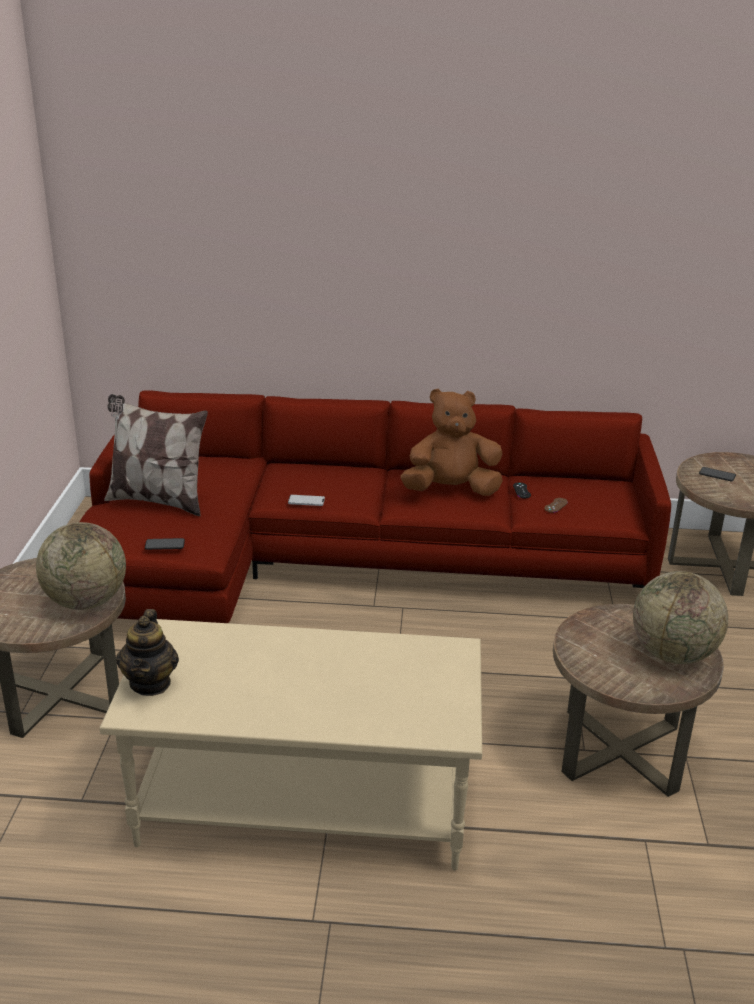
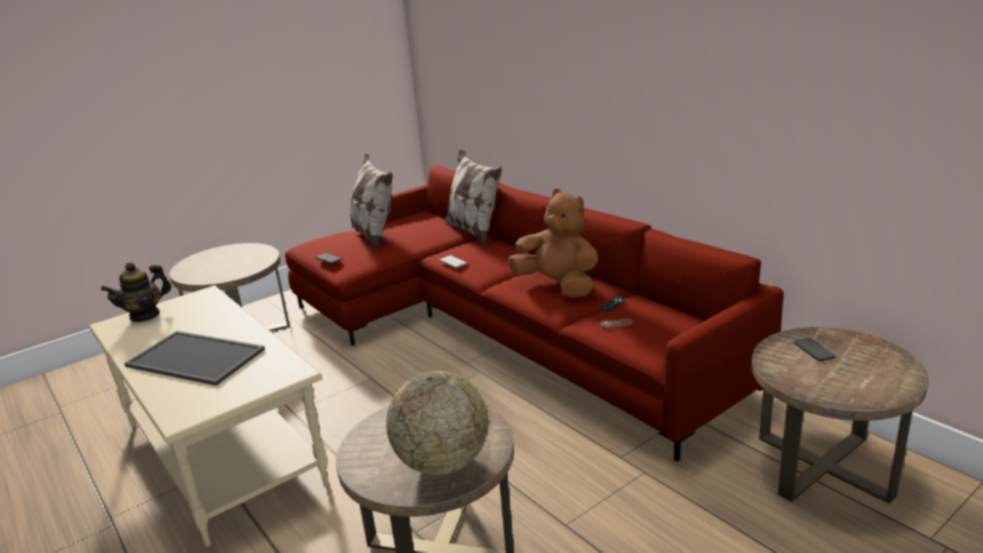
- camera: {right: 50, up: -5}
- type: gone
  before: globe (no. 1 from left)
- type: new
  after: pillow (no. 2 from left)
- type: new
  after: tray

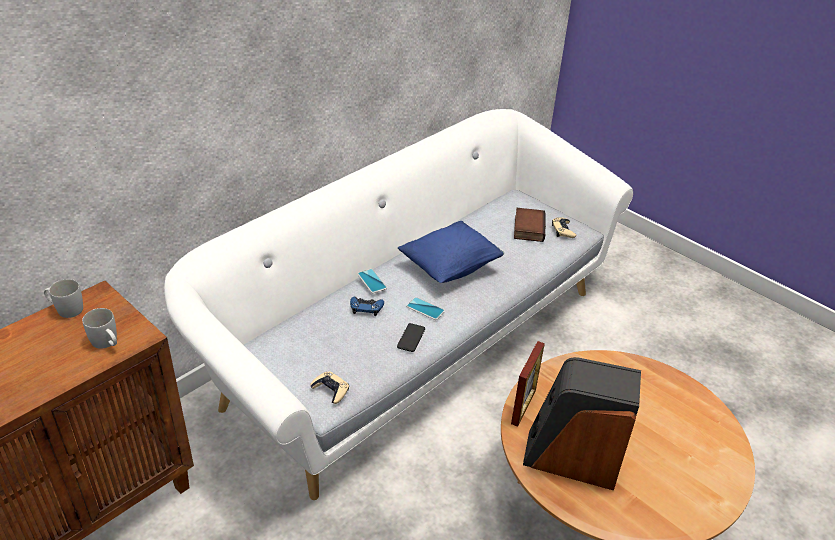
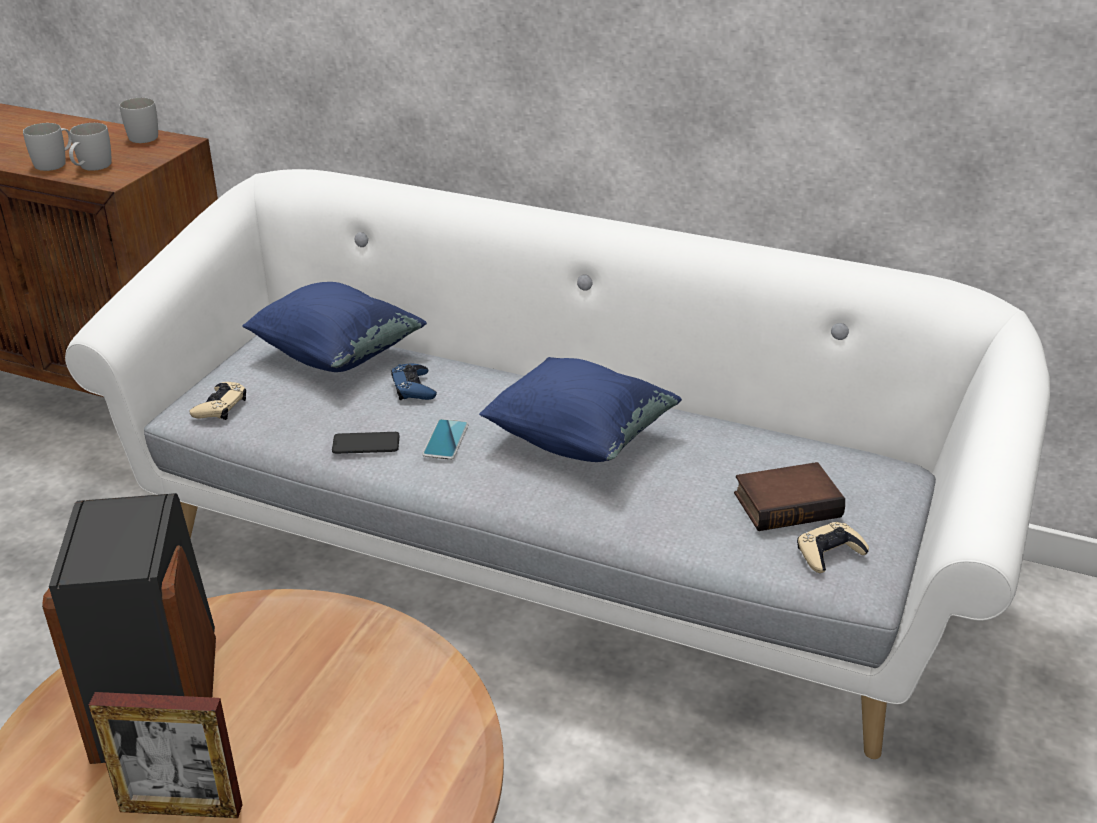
- camera: {right: 70, up: -5}
- type: gone
  before: phone (no. 1 from left)
- type: shifted
  before: picture frame
- type: new
  after: white mug (no. 1 from left)
- type: new
  after: blue pillow (no. 1 from left)

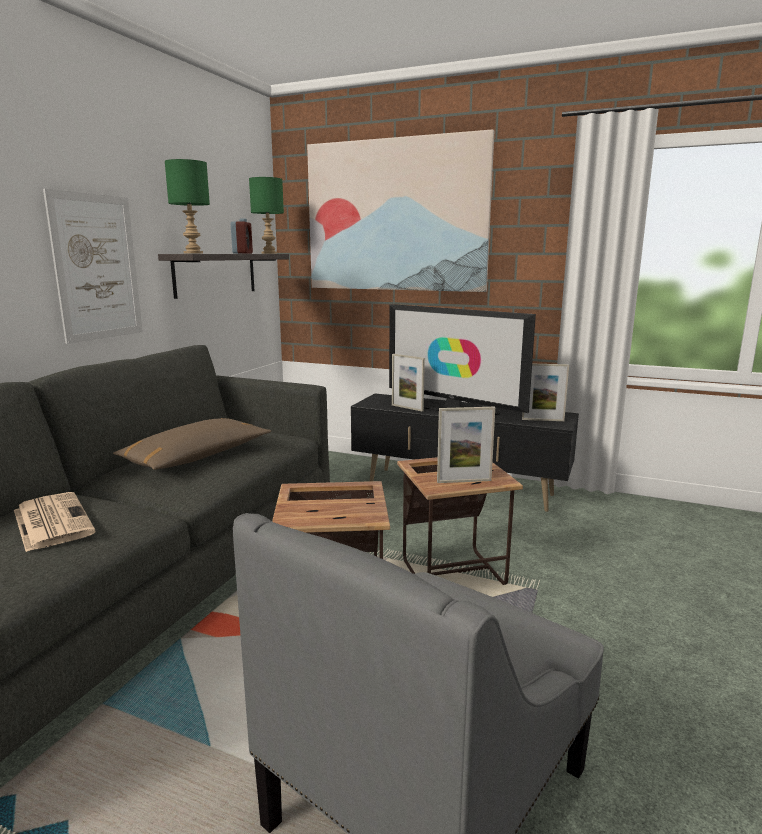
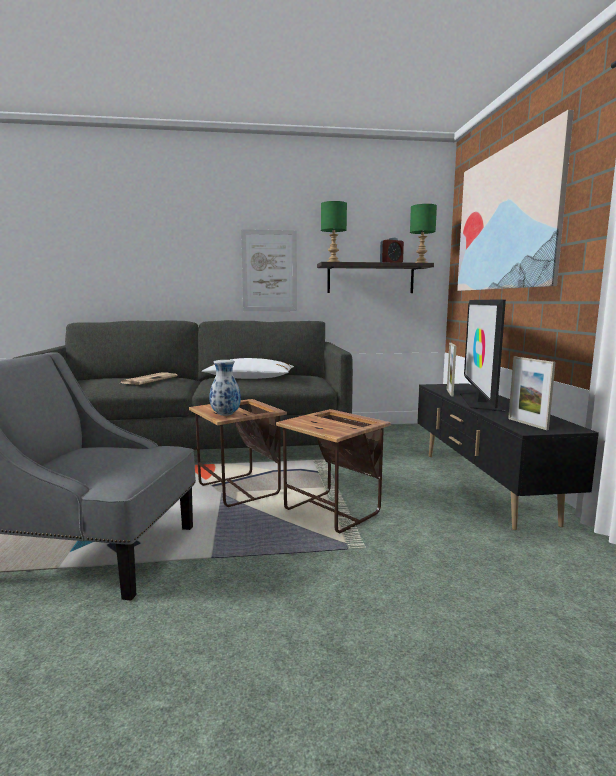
- camera: {right: 60, up: -5}
- type: gone
  before: picture frame (no. 2 from left)
- type: repainted
  before: brown pillow
  after: white pillow
- type: new
  after: vase

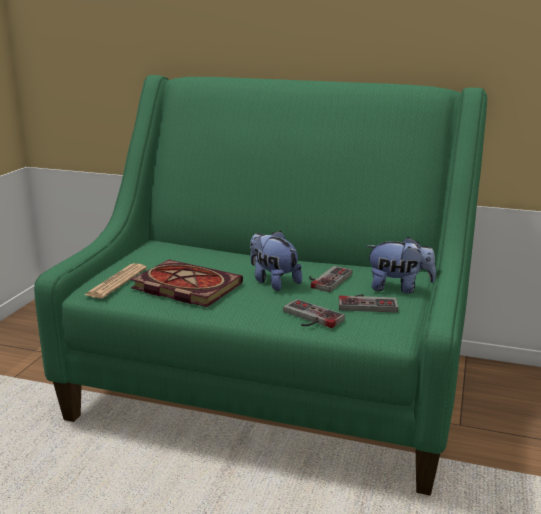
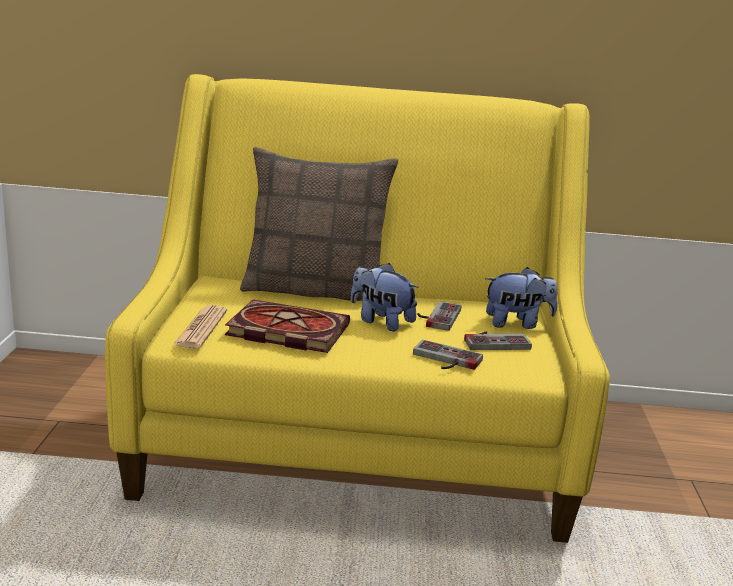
- camera: {right: -15, up: 0}
- type: repainted
  before: green sofa
  after: yellow sofa
- type: new
  after: pillow

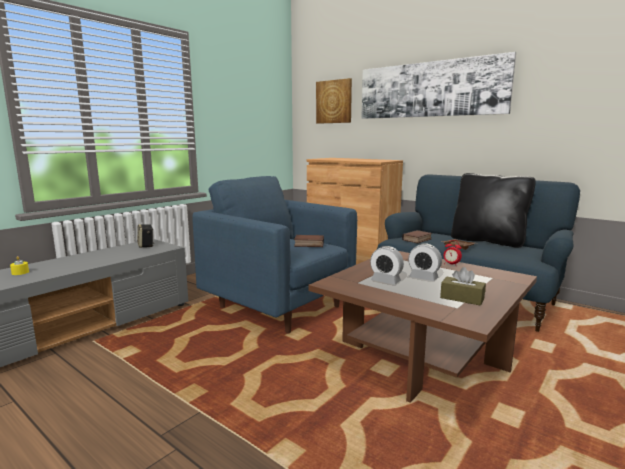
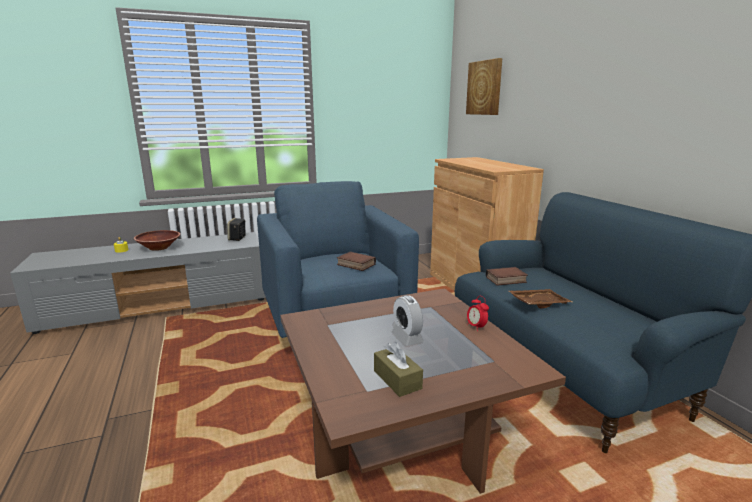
- camera: {right: 30, up: 5}
- type: gone
  before: picture (no. 2 from left)
- type: gone
  before: black pillow
- type: gone
  before: alarm clock (no. 1 from left)
- type: new
  after: brown bowl

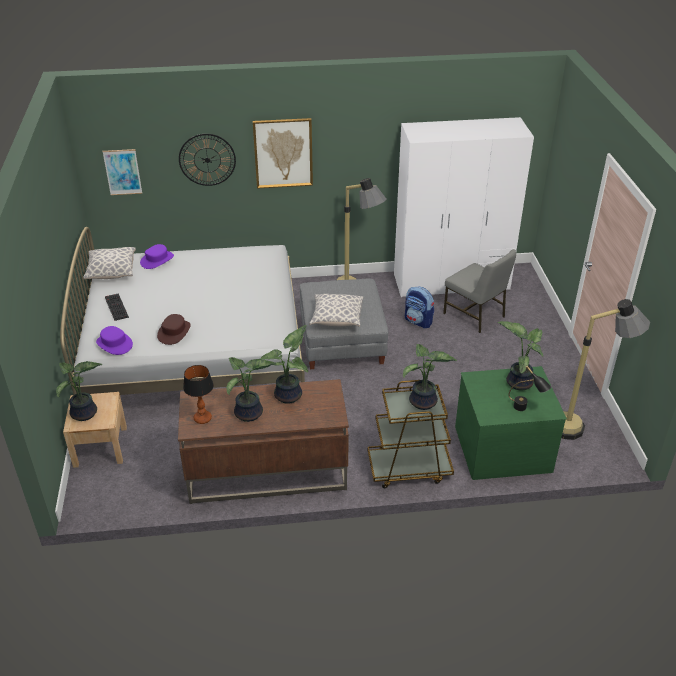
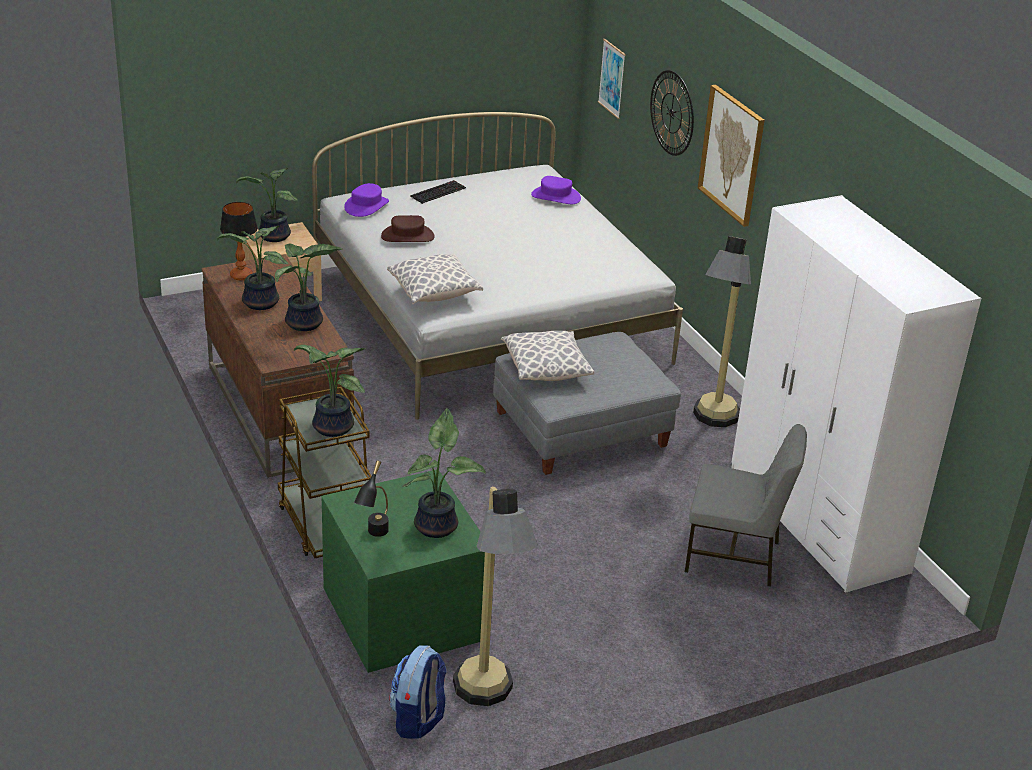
- camera: {right: 70, up: -5}
- type: shifted
  before: pillow (no. 1 from left)
- type: rotated
  before: grey chair
  turn: -105
- type: shifted
  before: backpack

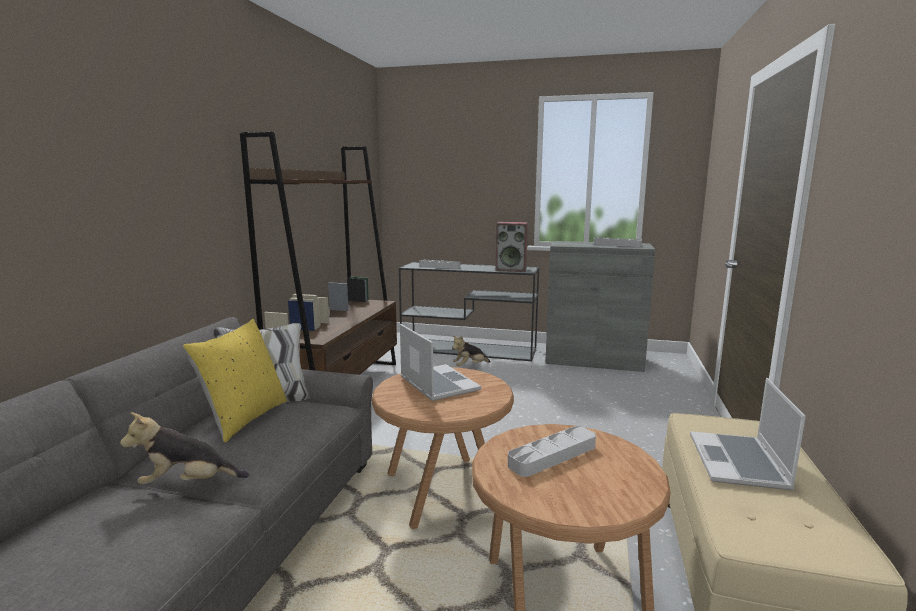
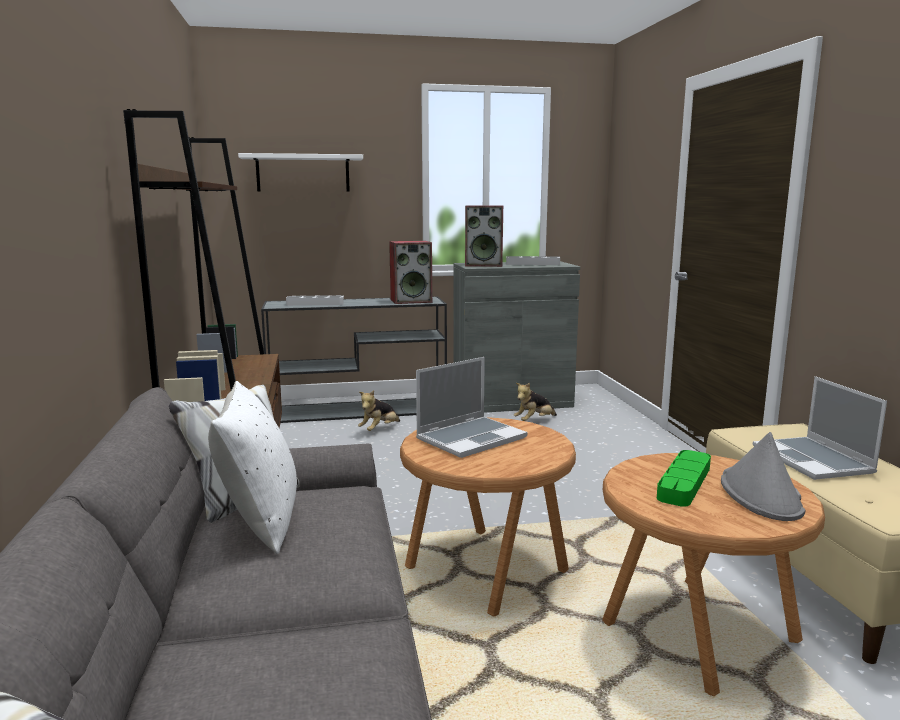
- camera: {right: -25, up: 0}
- type: repainted
  before: yellow pillow
  after: white pillow
- type: rotated
  before: laptop (no. 1 from left)
  turn: 105
- type: shifted
  before: plush toy (no. 1 from left in the first image)
  after: plush toy (no. 2 from left)
- type: repainted
  before: grey tray (no. 2 from left)
  after: green tray
- type: new
  after: white shelf
- type: new
  after: speaker (no. 2 from left)
- type: new
  after: grey hat

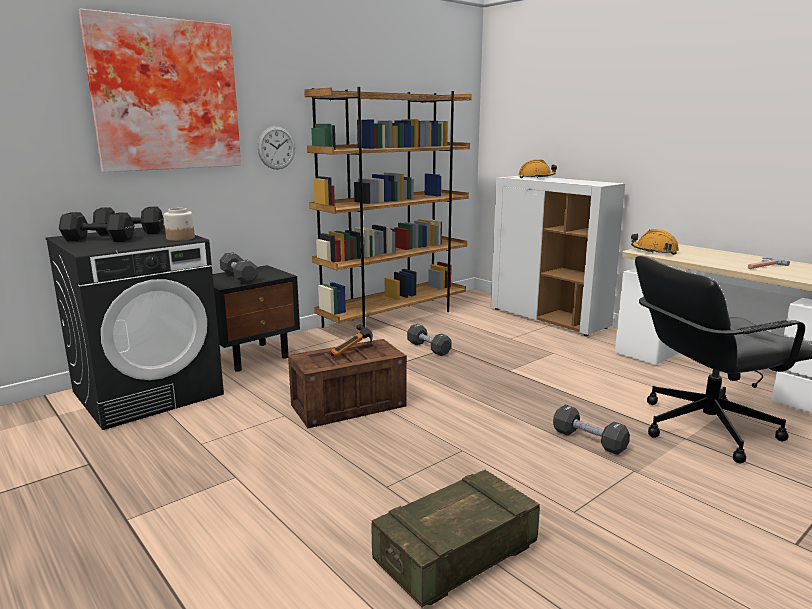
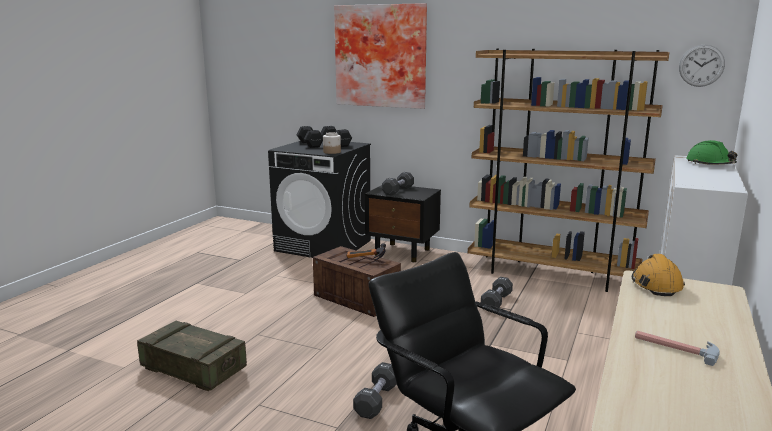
- camera: {right: 65, up: 0}
- type: shifted
  before: wall clock
- type: repainted
  before: orange hard hat (no. 1 from left)
  after: green hard hat

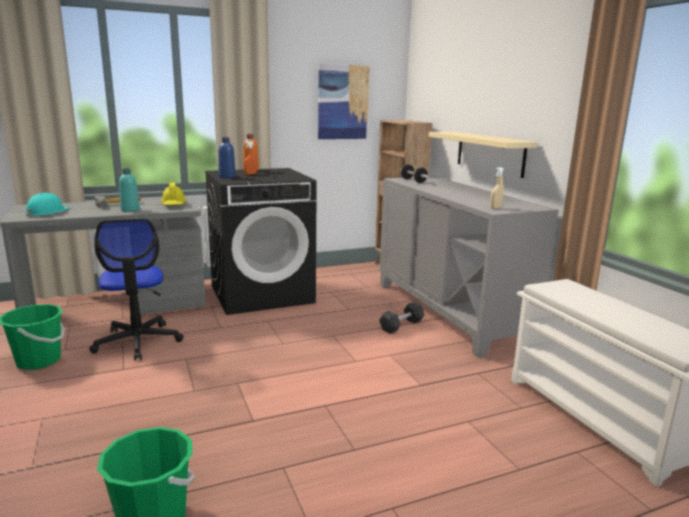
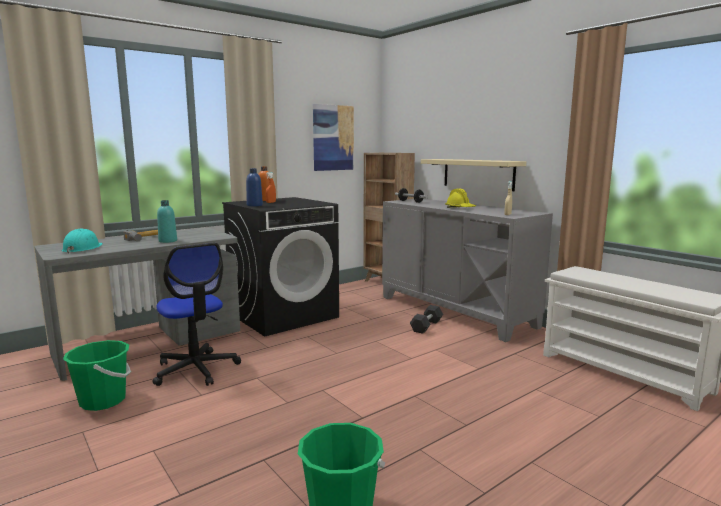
- camera: {right: -15, up: -5}
- type: shifted
  before: yellow hard hat

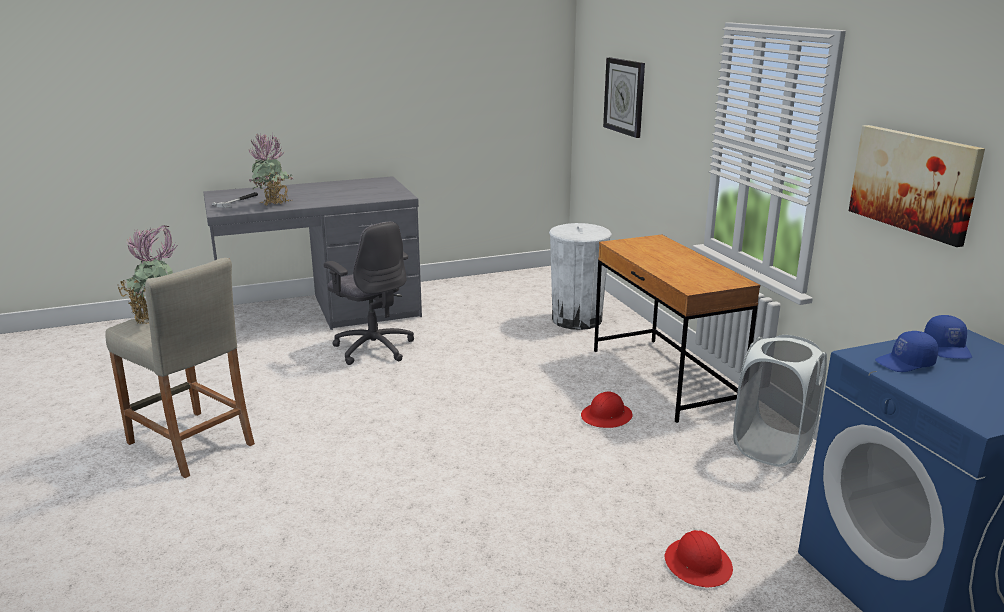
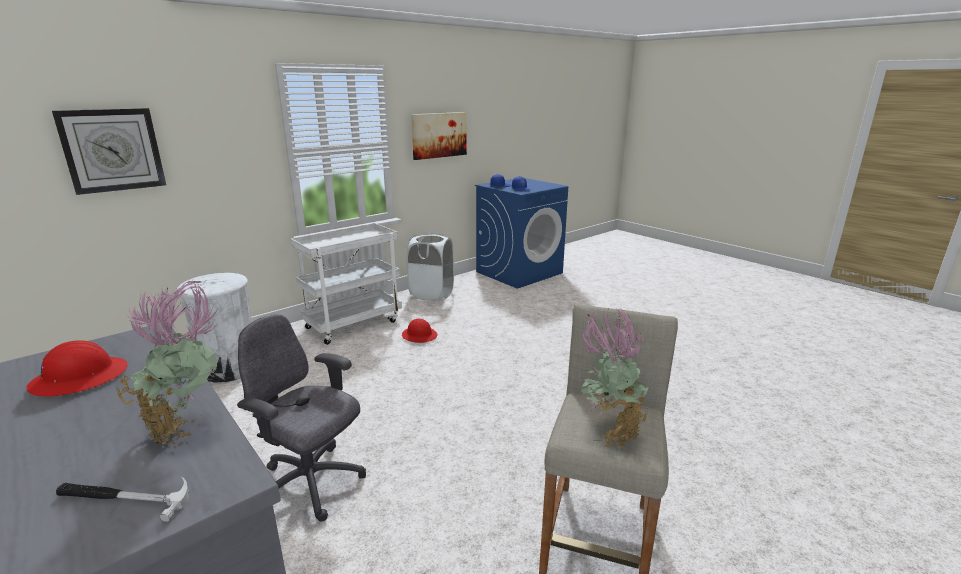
- camera: {right: -110, up: 0}
- type: rotated
  before: grey office chair
  turn: -90
- type: swapped
  before: brown desk
  after: white cart
- type: shifted
  before: red hard hat (no. 2 from left in the first image)
  after: red hard hat (no. 1 from left)

